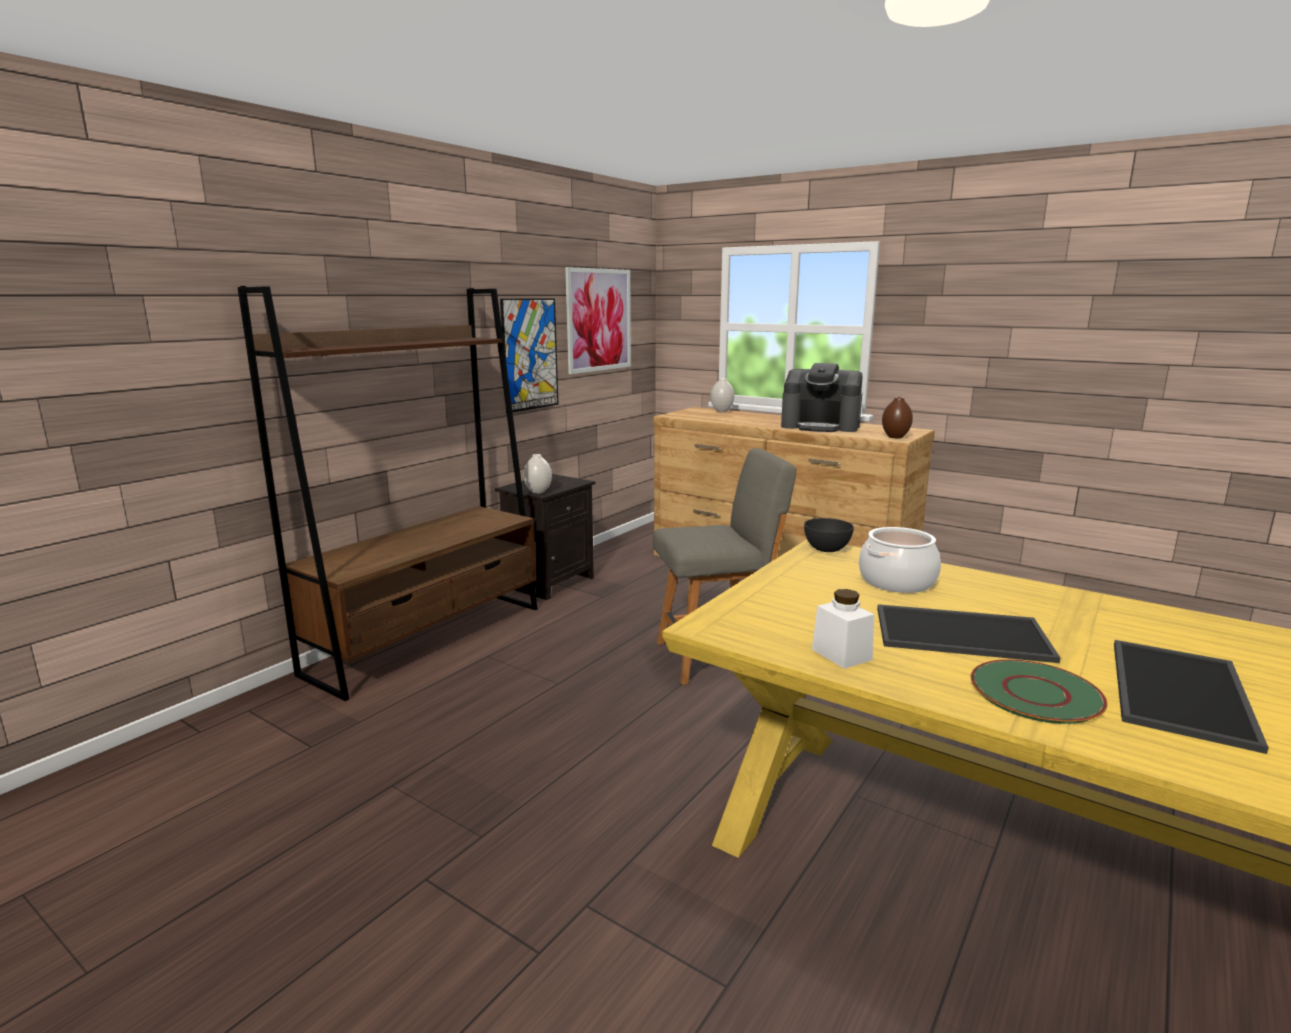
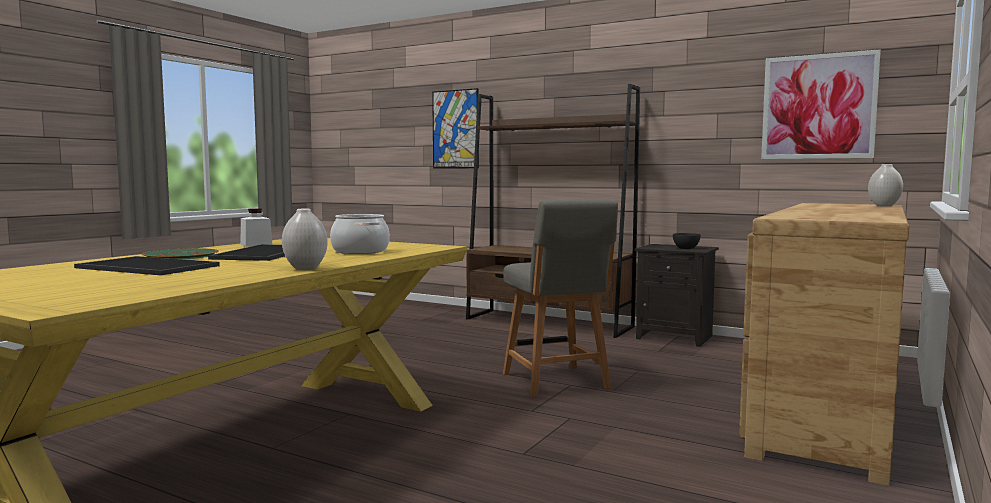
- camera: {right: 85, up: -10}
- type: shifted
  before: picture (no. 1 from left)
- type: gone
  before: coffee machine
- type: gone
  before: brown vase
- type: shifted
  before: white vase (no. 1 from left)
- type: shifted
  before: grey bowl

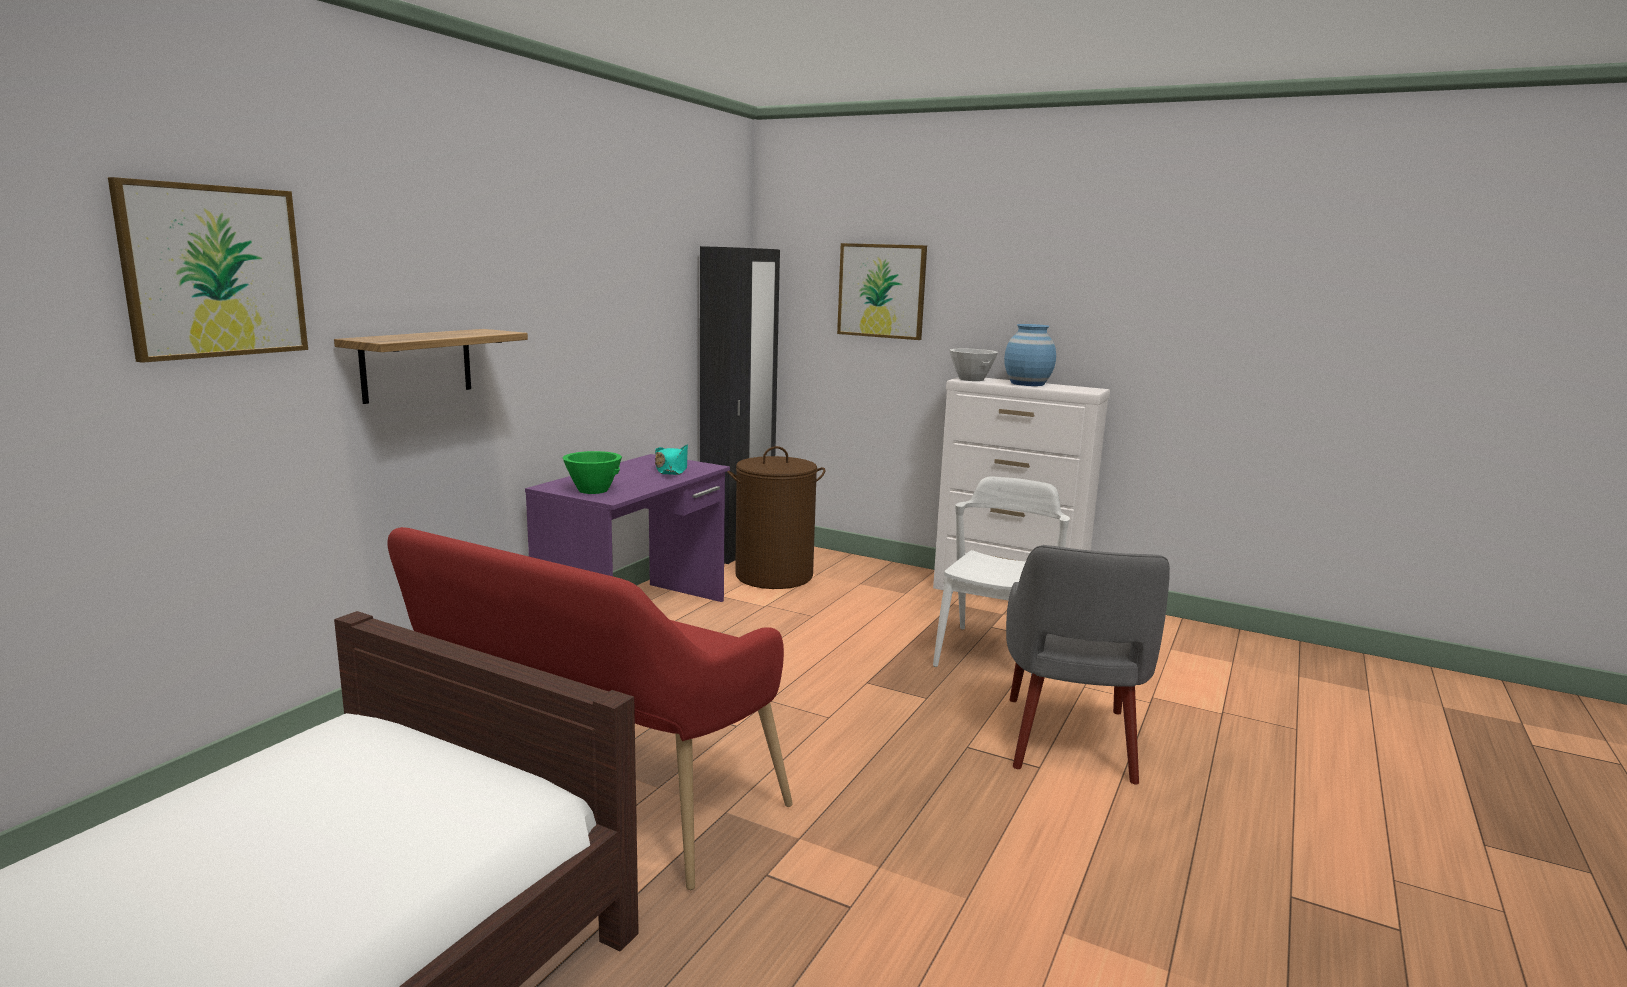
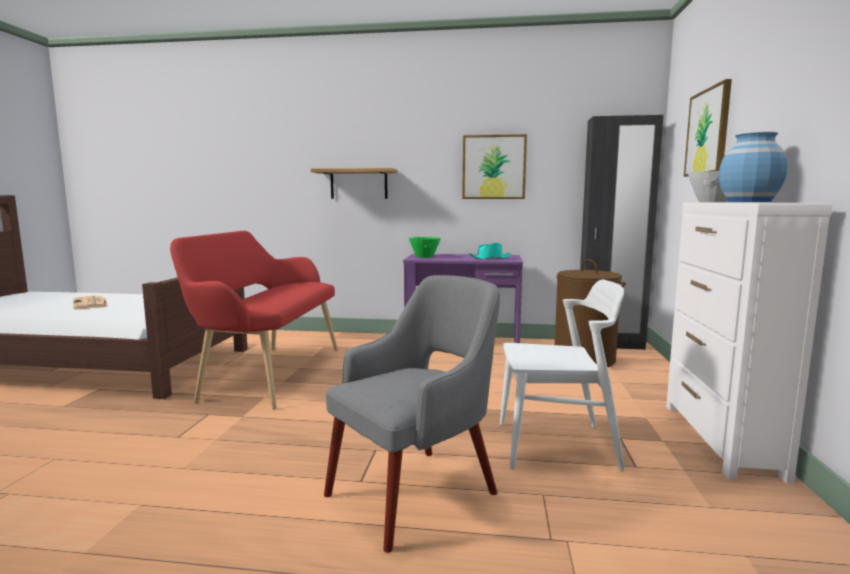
- camera: {right: 70, up: -5}
- type: shifted
  before: picture (no. 1 from left)
- type: rotated
  before: grey armchair
  turn: 150
- type: new
  after: newspaper

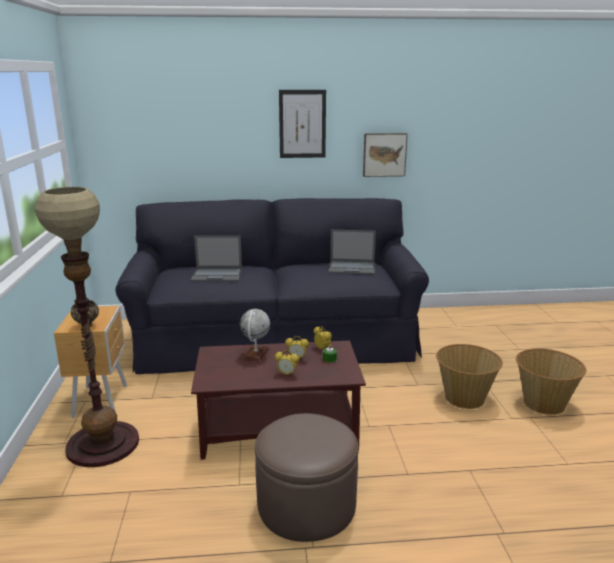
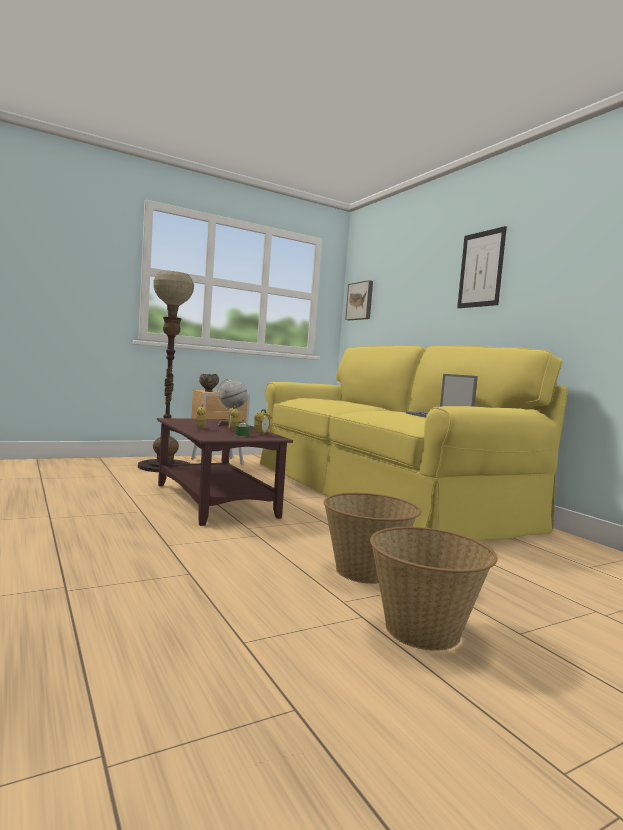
- camera: {right: 65, up: -15}
- type: shifted
  before: picture (no. 2 from left in the first image)
  after: picture (no. 1 from left)
- type: repainted
  before: black sofa
  after: yellow sofa
- type: gone
  before: laptop (no. 1 from left)
- type: gone
  before: brown ottoman

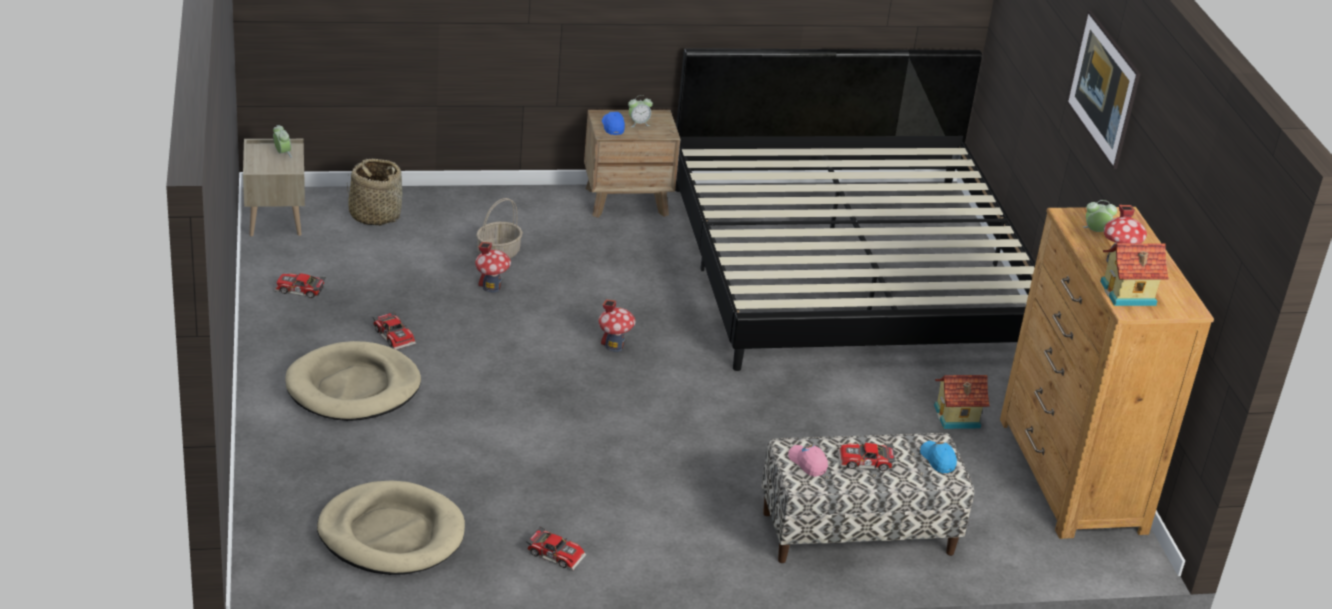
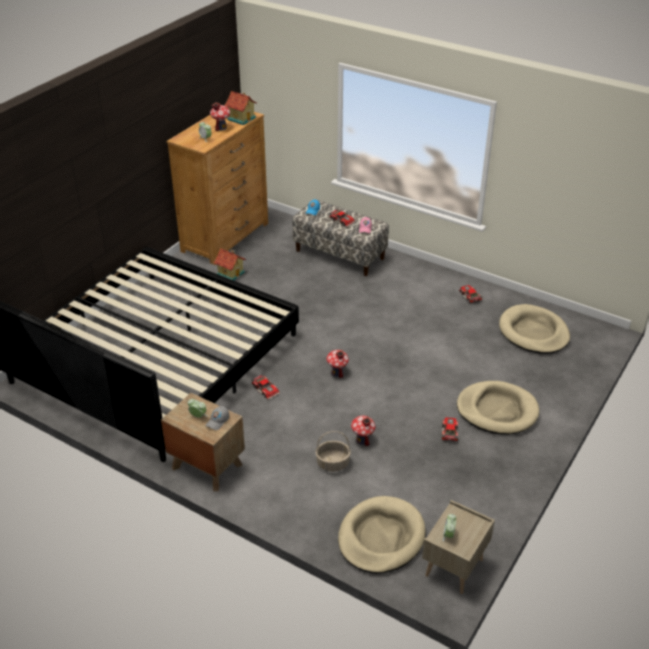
- camera: {right: -135, up: 5}
- type: gone
  before: picture
- type: repainted
  before: blue cap (no. 1 from left)
  after: grey cap
- type: swapped
  before: basket (no. 1 from left)
  after: beige dog bed (no. 1 from left)
- type: shifted
  before: toy car (no. 1 from left)

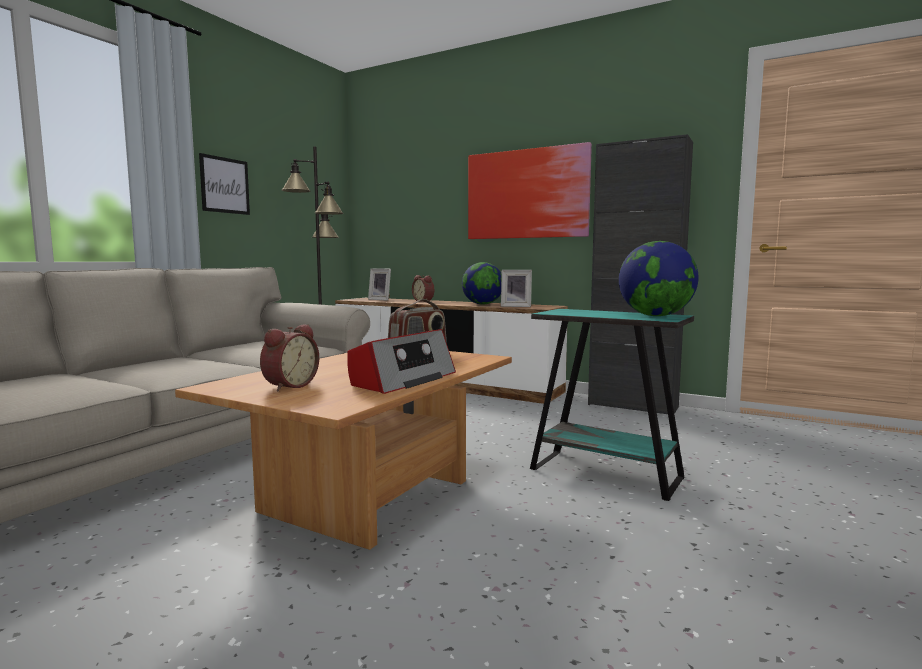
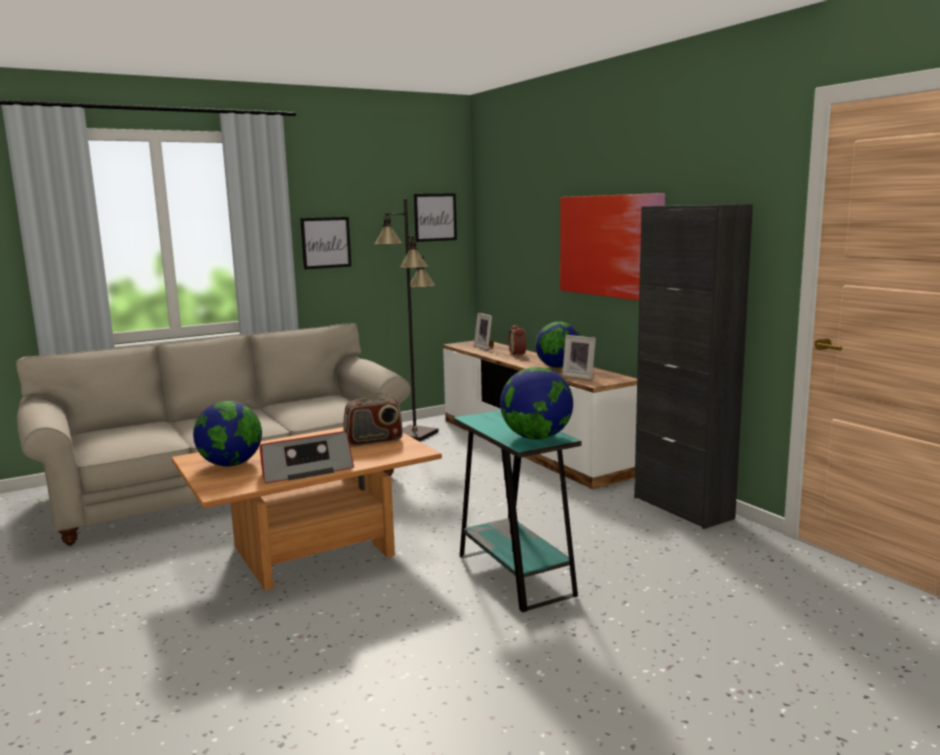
- camera: {right: 30, up: 5}
- type: swapped
  before: alarm clock (no. 1 from left)
  after: globe (no. 1 from left)
- type: new
  after: picture (no. 2 from left)

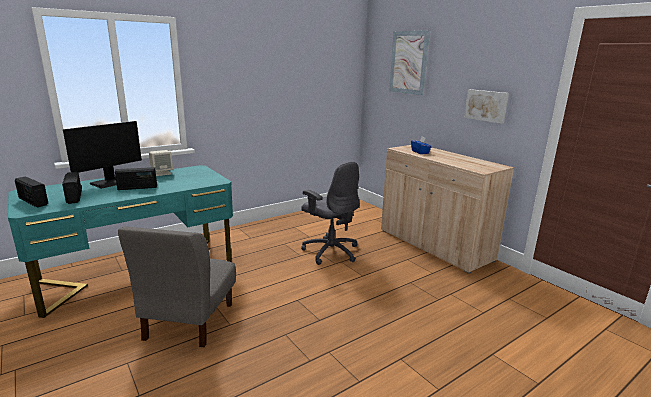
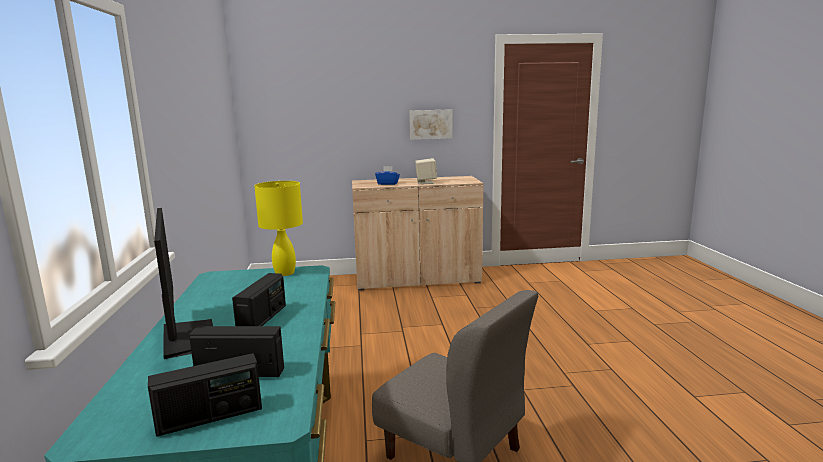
- camera: {right: -60, up: -5}
- type: gone
  before: picture (no. 1 from left)
- type: shifted
  before: beige speaker
- type: gone
  before: grey office chair
- type: new
  after: yellow table lamp

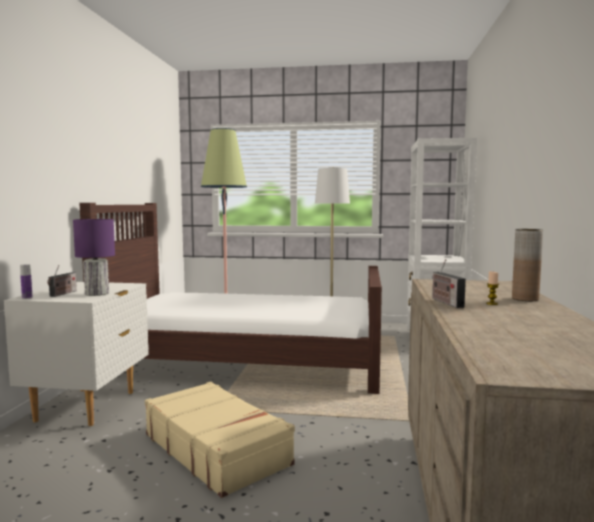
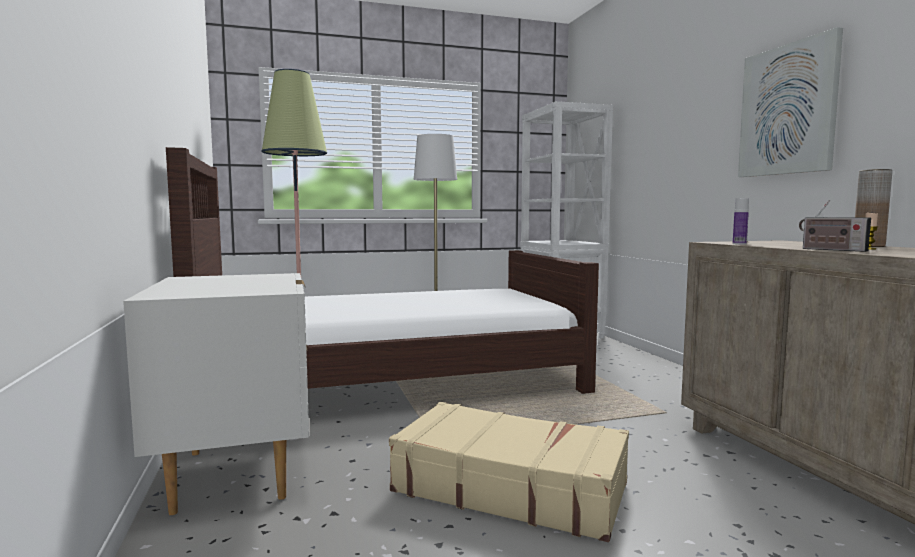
- camera: {right: -25, up: 0}
- type: gone
  before: purple table lamp
- type: shifted
  before: bottle
- type: gone
  before: radio (no. 1 from left)
- type: new
  after: picture

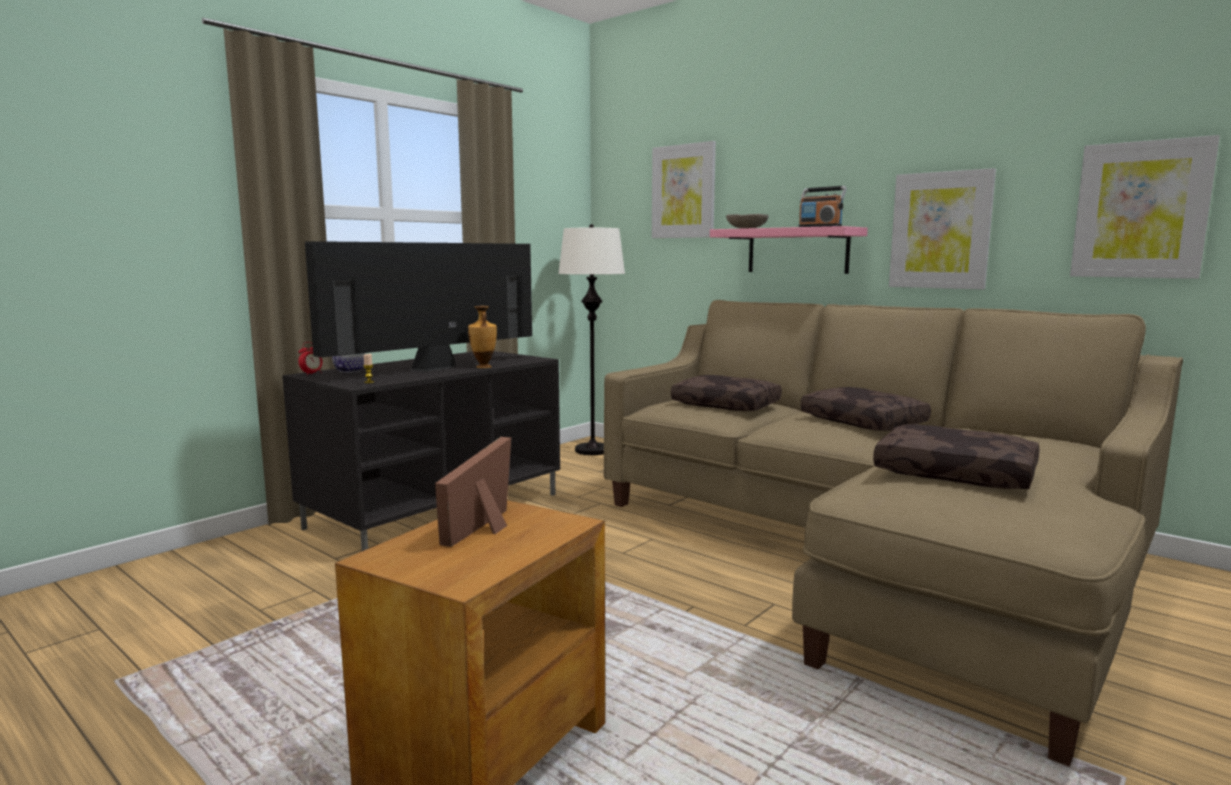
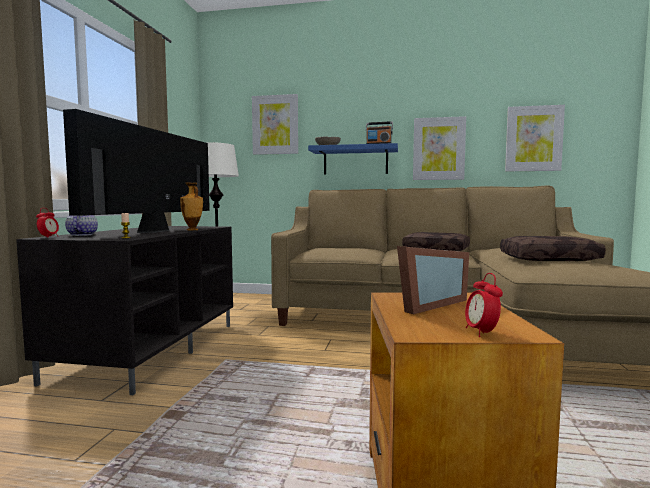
- camera: {right: -30, up: -5}
- type: repainted
  before: pink shelf
  after: blue shelf
- type: gone
  before: brown pillow (no. 1 from left)
- type: rotated
  before: picture frame
  turn: -120
- type: new
  after: alarm clock (no. 2 from left)

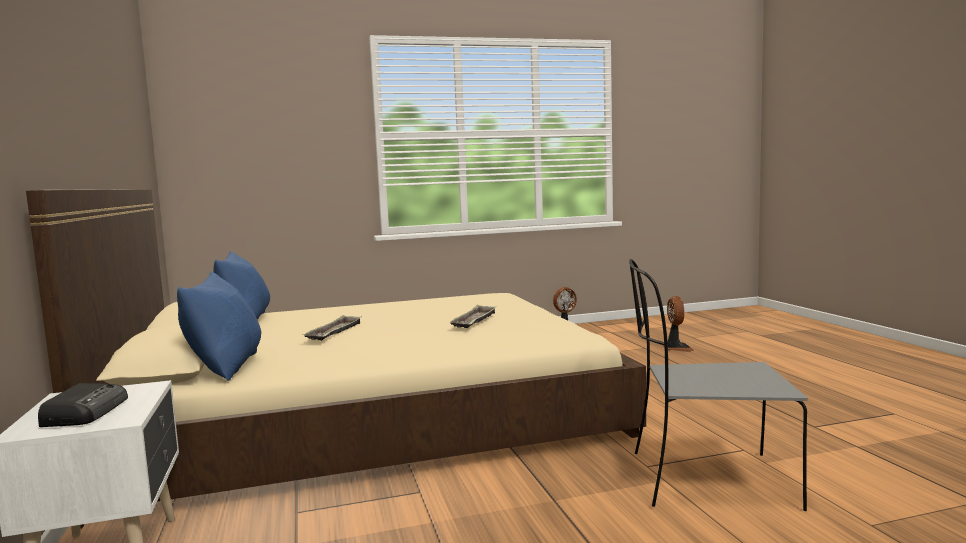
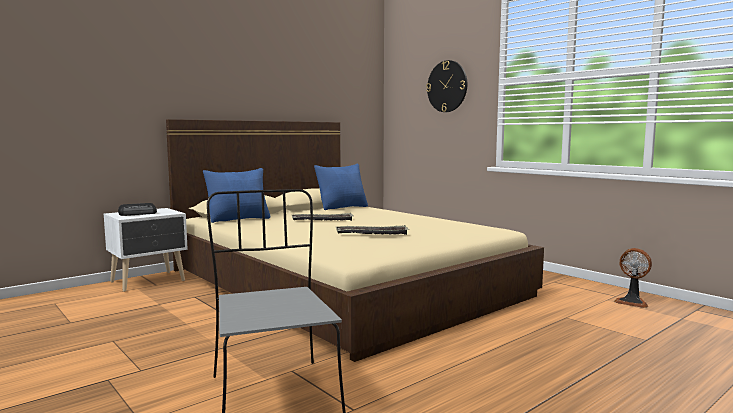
- camera: {right: 65, up: 0}
- type: gone
  before: fan (no. 2 from left)
- type: new
  after: wall clock

